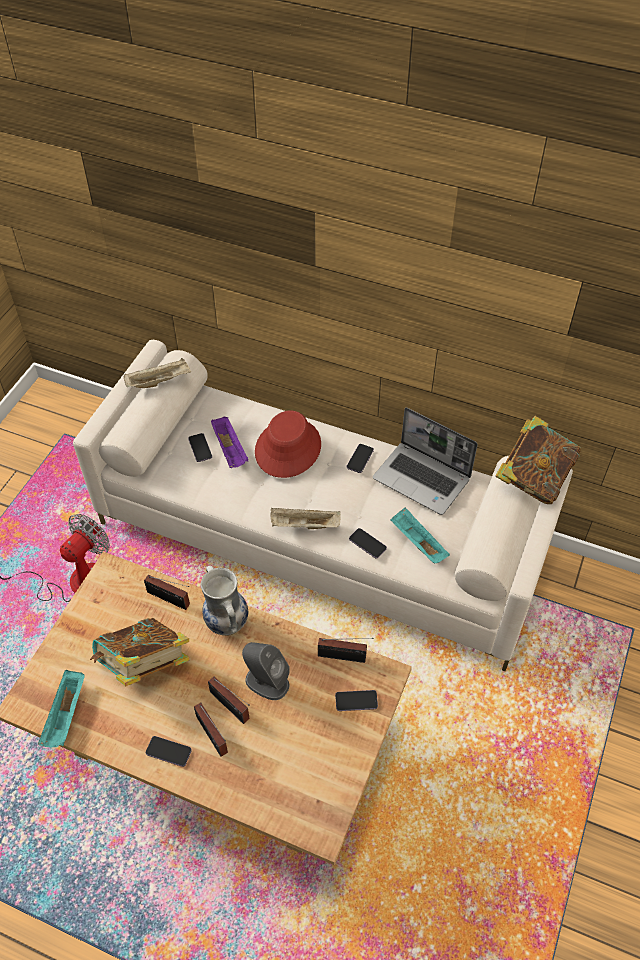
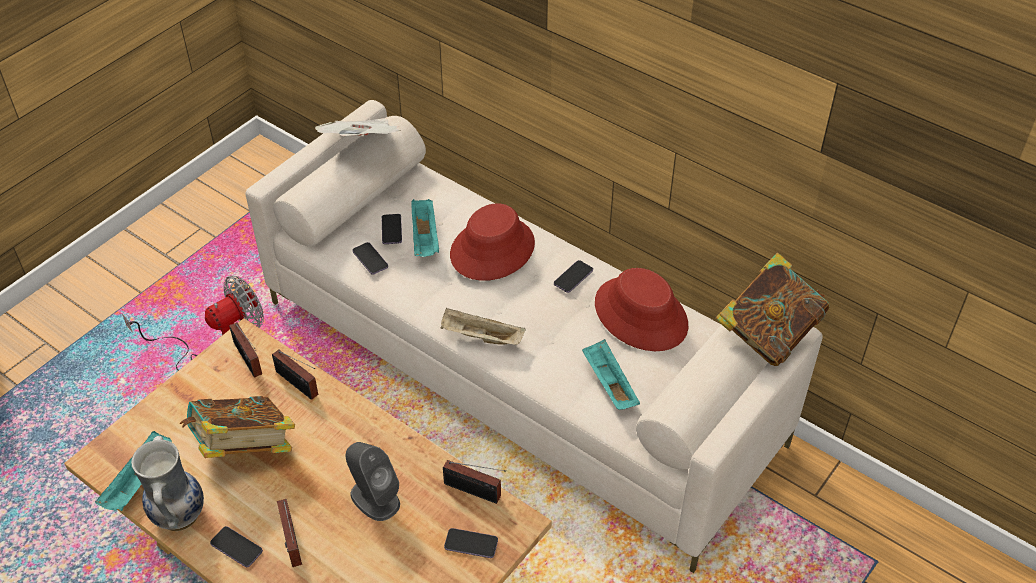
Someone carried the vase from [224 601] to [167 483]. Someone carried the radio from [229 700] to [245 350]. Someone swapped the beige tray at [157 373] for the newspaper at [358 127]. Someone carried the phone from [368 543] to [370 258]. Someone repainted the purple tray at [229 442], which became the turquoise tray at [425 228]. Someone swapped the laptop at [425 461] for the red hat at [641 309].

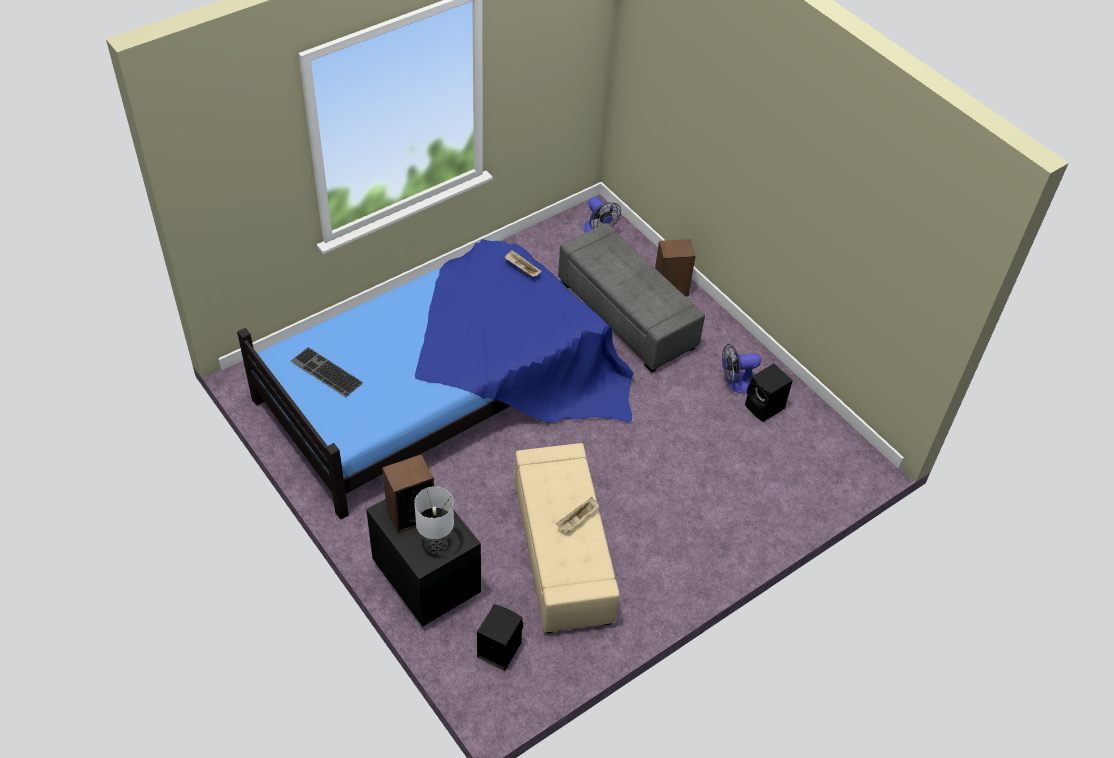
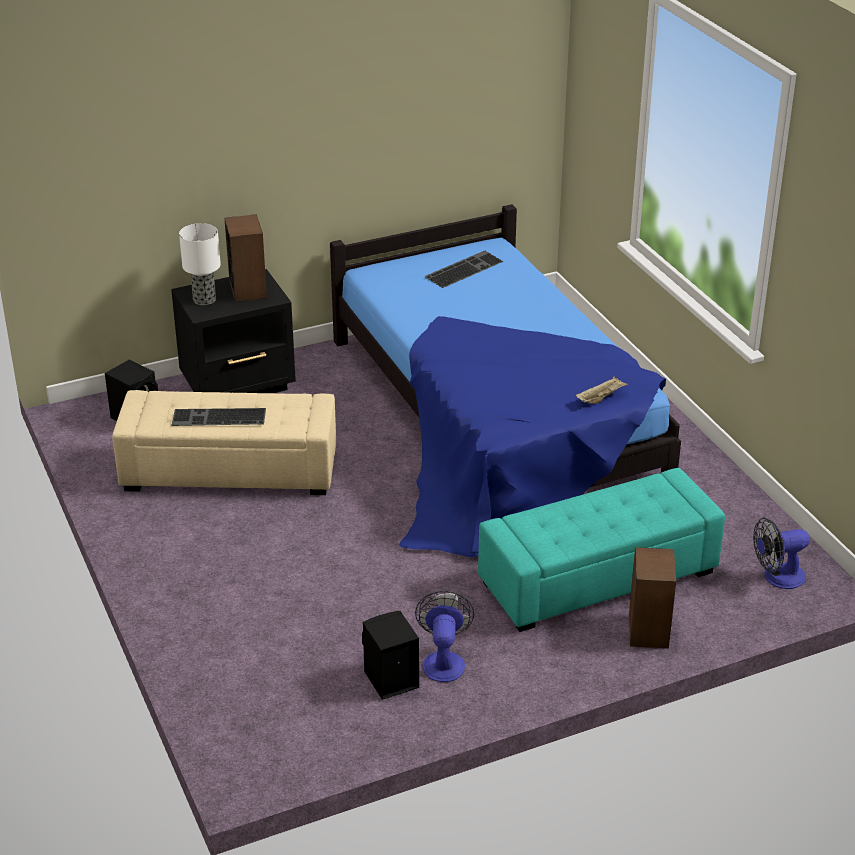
Someone swapped the beige tray at [577 514] for the keyboard at [218 417]. Someone repainted the grey ottoman at [631 298], which became the turquoise ottoman at [601 550].

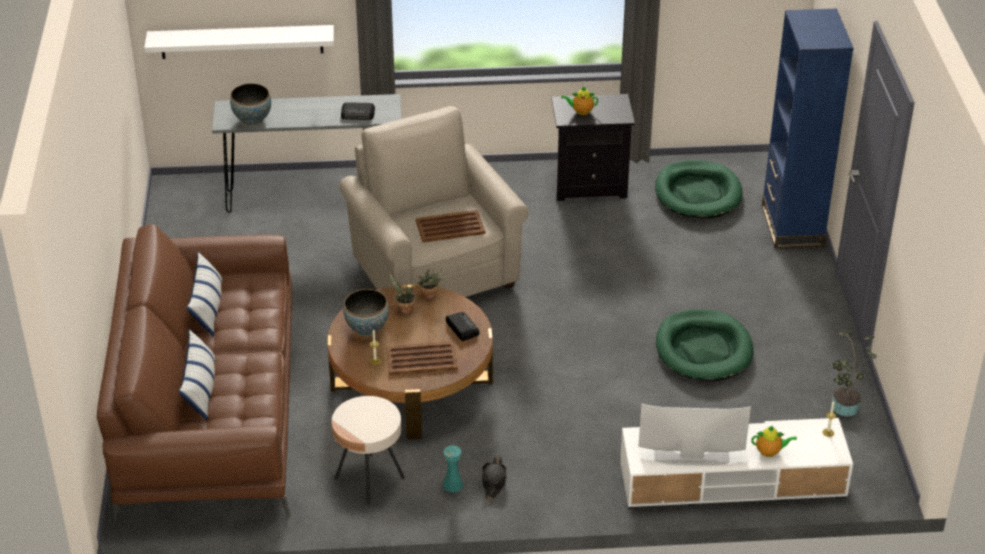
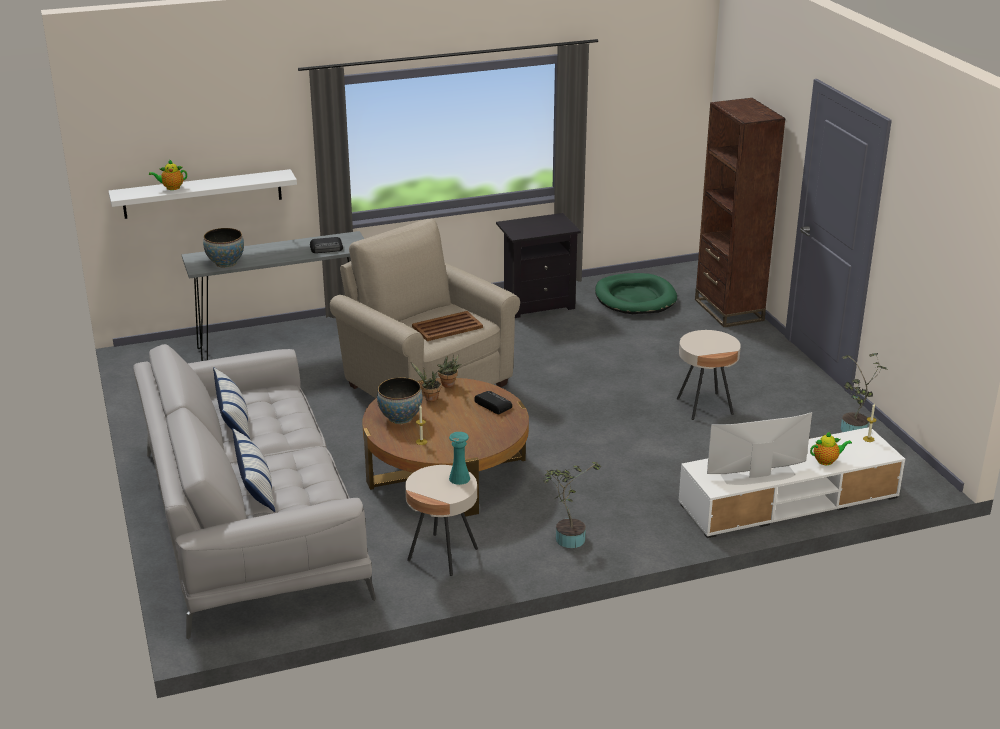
Someone repainted the brown sofa at [195 374], which became the grey sofa at [254 492]. Someone carried the teapot from [579 100] to [168 174]. Someone carried the turquoise vase from [453 468] to [459 458]. Someone swapped the black hat at [494 479] for the potted plant at [572 505]. Someone swapped the green dog bed at [704 345] for the beige side table at [709 375]. Someone repainted the blue bookcase at [808 128], which became the brown bookcase at [740 212]. Someone took away the brown tray at [422 358].

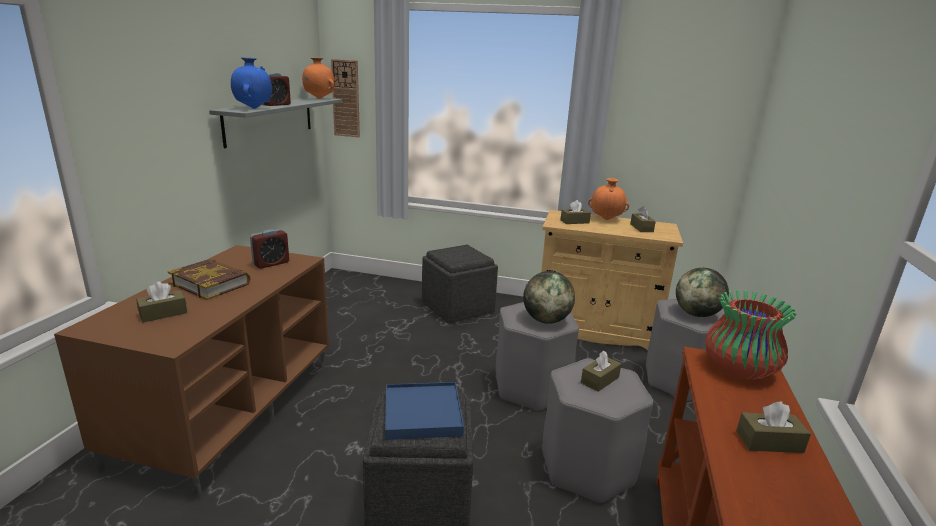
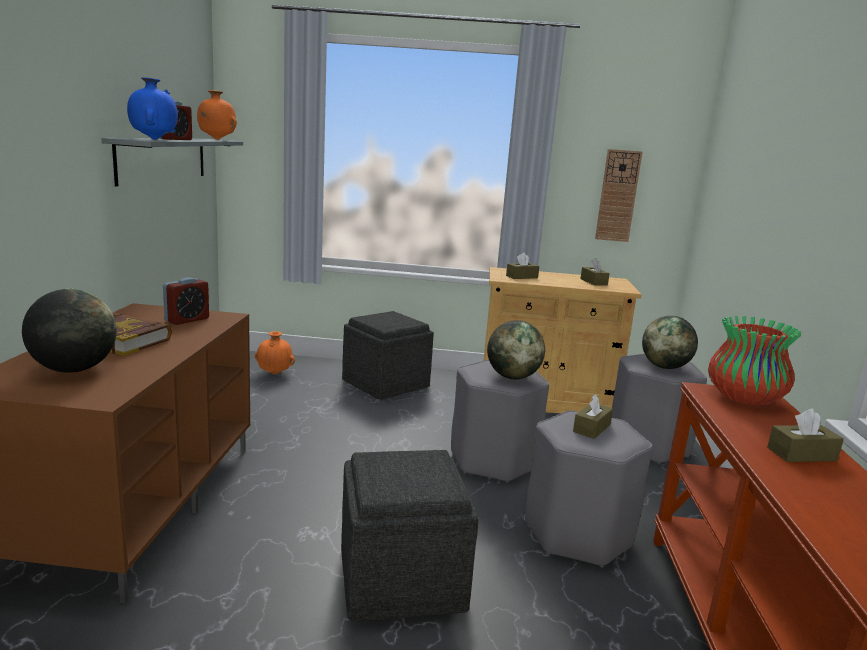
Someone swapped the brown tissue box at [161 302] for the globe at [69 331]. Someone carried the orange vase from [608 199] to [275 352]. Someone carried the wall clock from [345 98] to [619 195]. Someone took away the blue tray at [424 411].

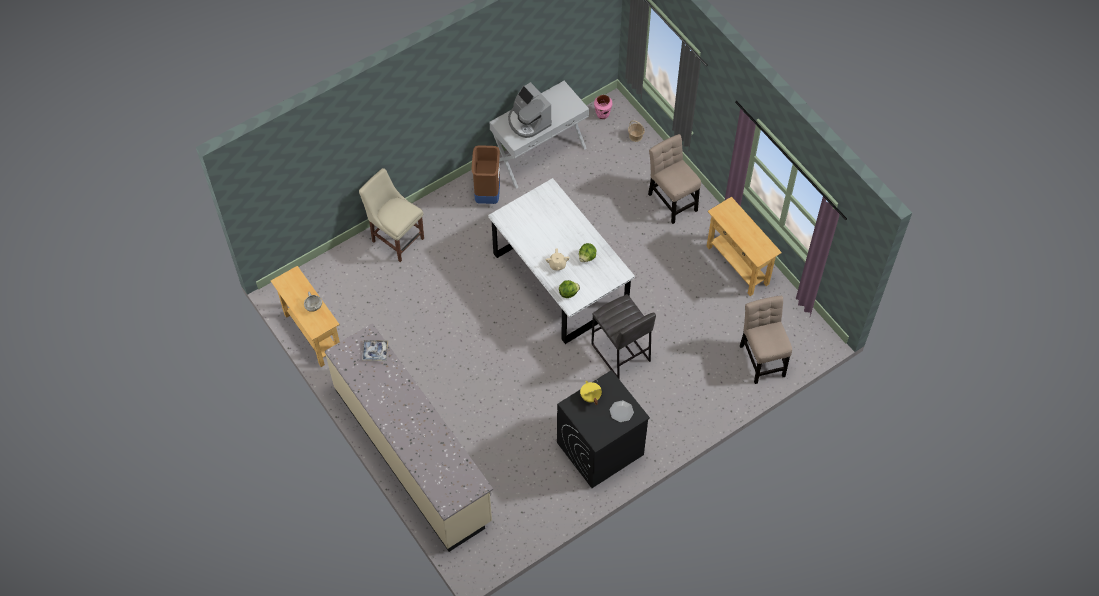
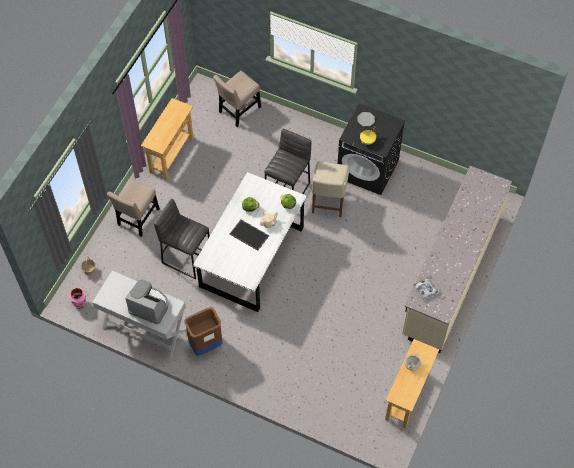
Someone rotated the coffee machine at [530 110] by 90 degrees counterclockwise. Someone put down the grey stool at [182 239]. Someone put down the tray at [249 235]. Someone carried the beige chair from [391 215] to [330 189].

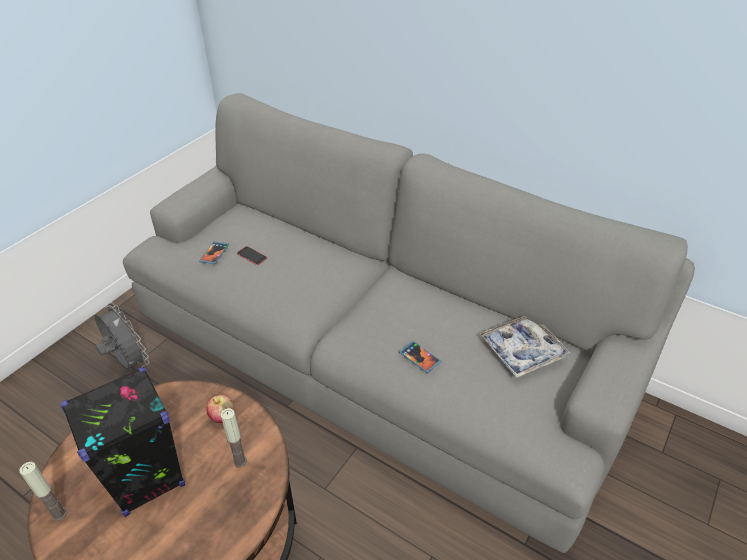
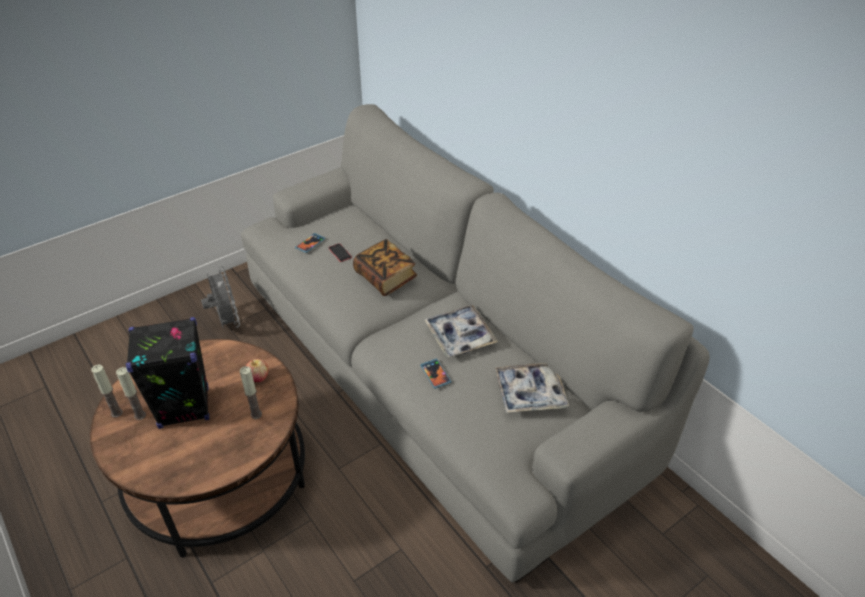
Someone put down the candle at [131 393]. Someone put down the book at [385 267]. Someone put down the tray at [461 331].

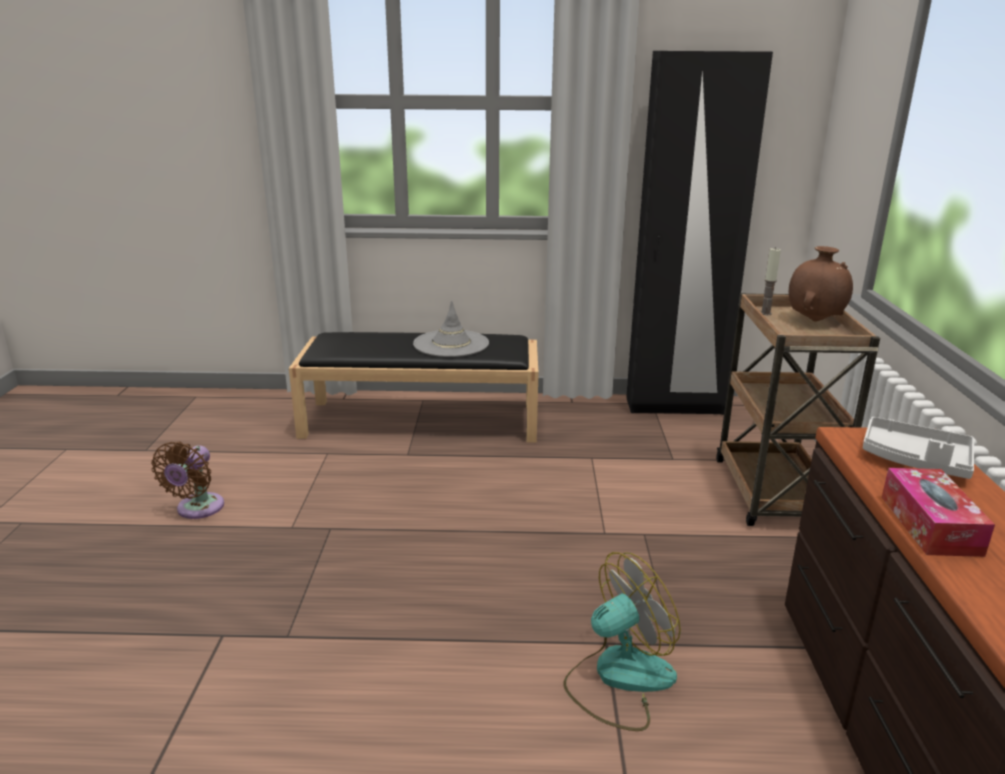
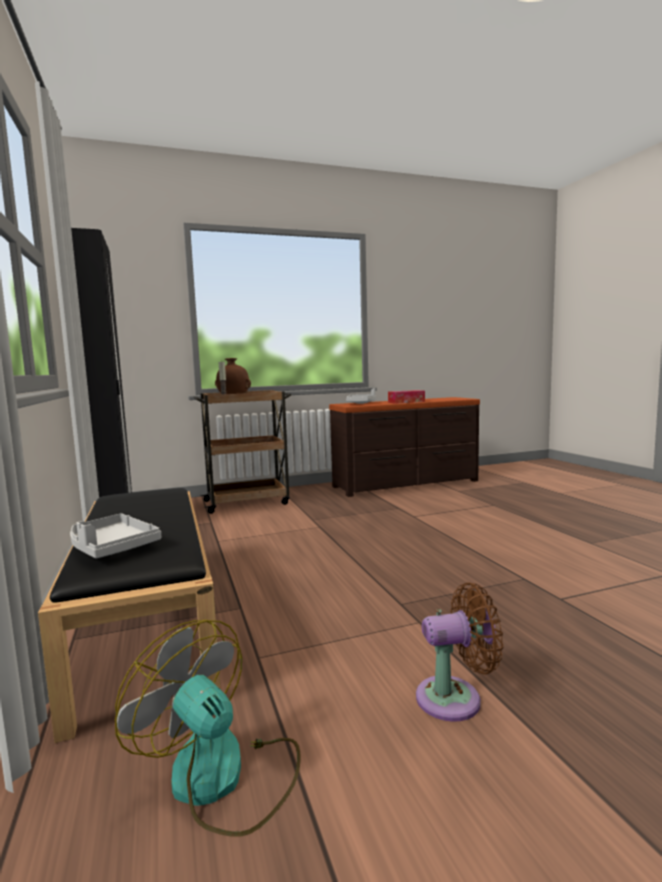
Someone put down the grey tray at [115 536]. Someone carried the fan from [622 641] to [208 728]. Someone took away the grey hat at [451 328].

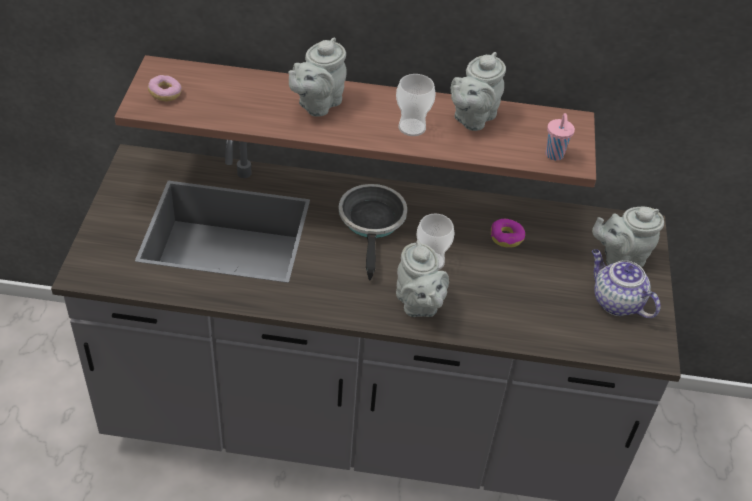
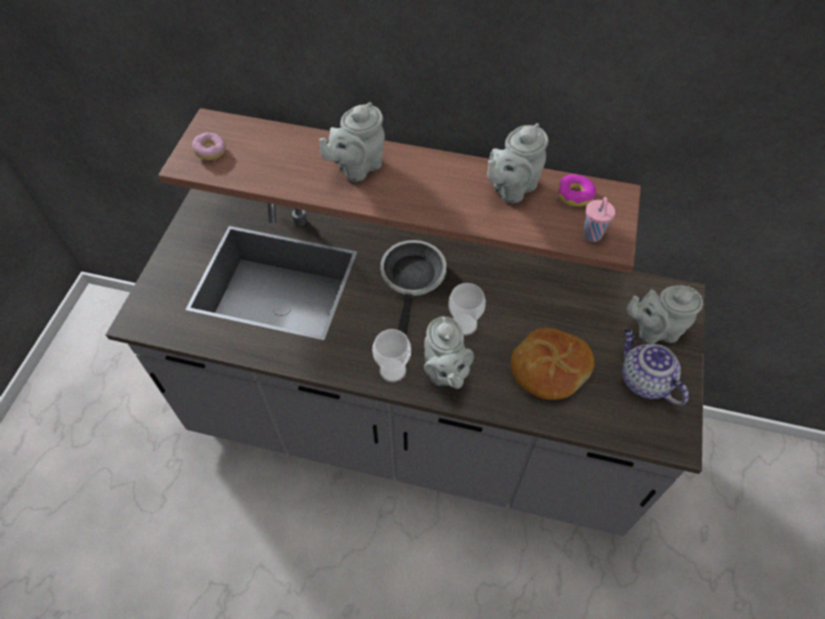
Someone carried the cup from [416 105] to [391 355]. Someone put down the bread at [552 364]. Someone carried the donut from [508 233] to [577 190].

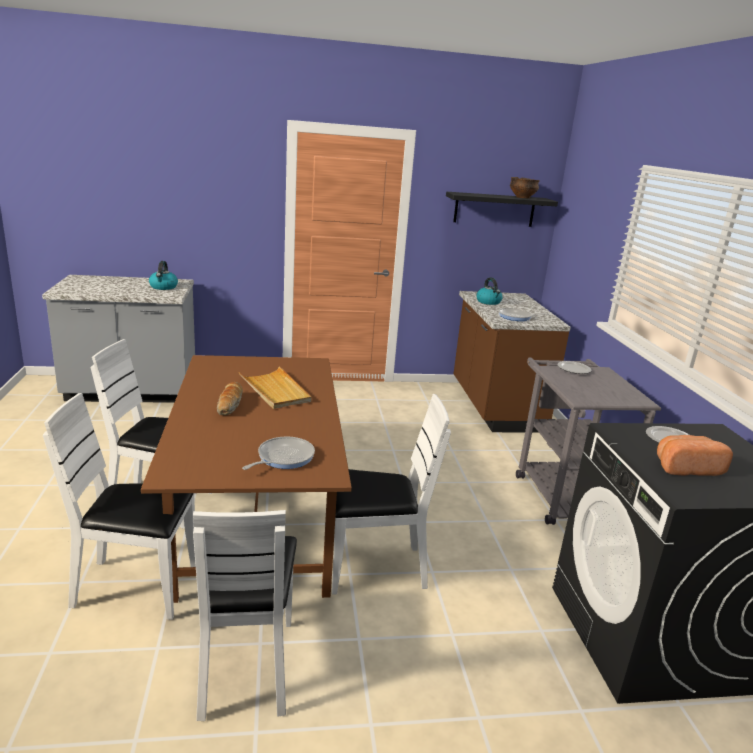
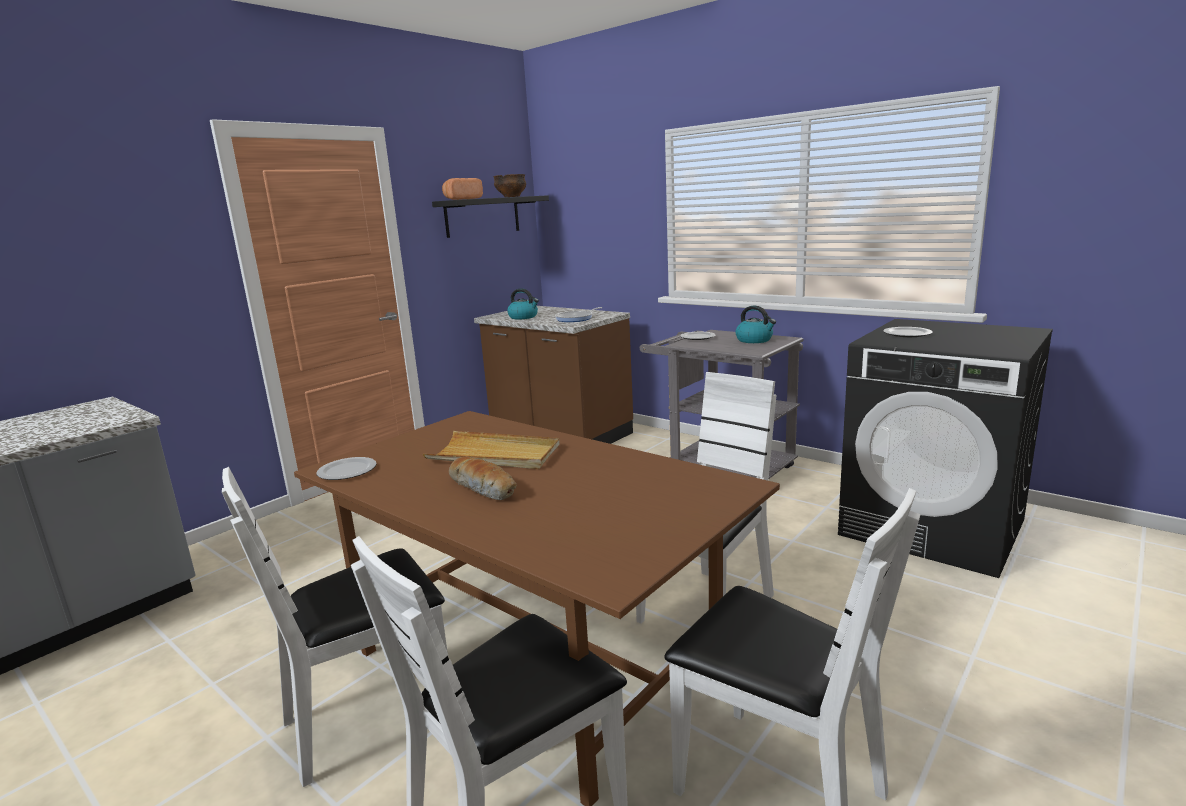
Someone put down the plate at [346 468]. Someone carried the bread from [695 455] to [462 189]. Someone carried the kettle from [163 275] to [755 324]. Someone took away the frying pan at [278 453].

